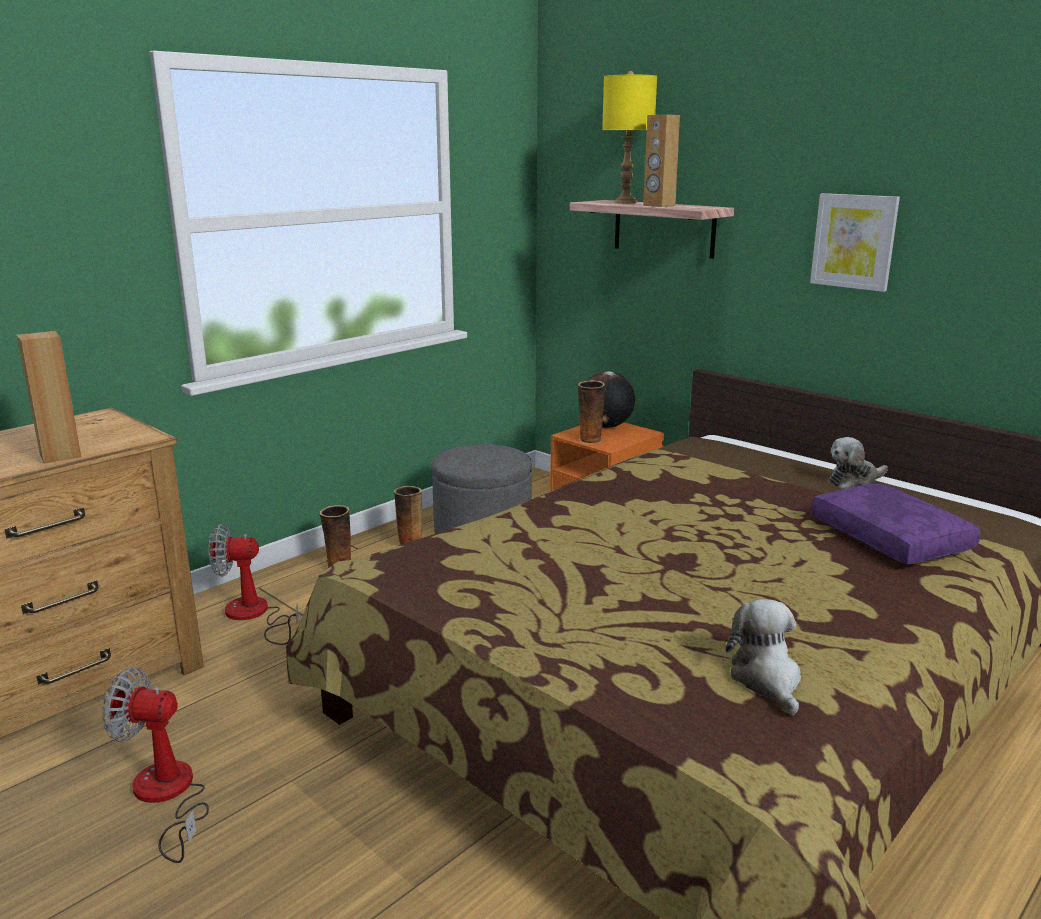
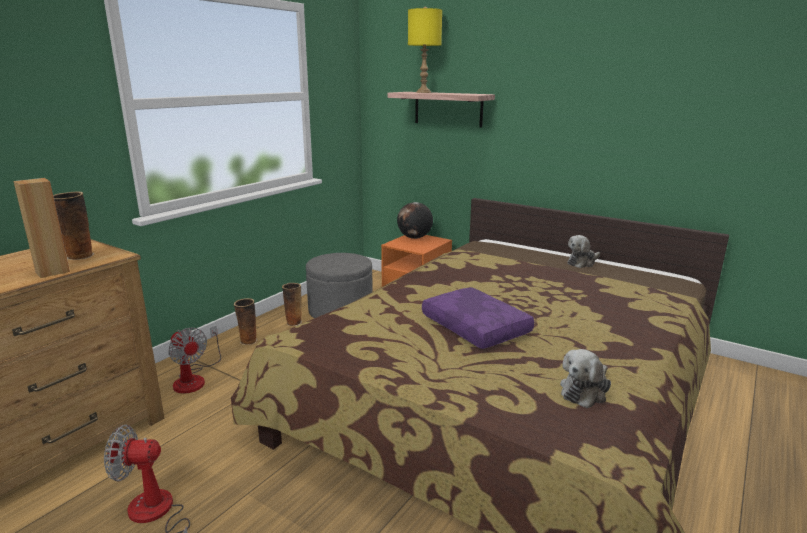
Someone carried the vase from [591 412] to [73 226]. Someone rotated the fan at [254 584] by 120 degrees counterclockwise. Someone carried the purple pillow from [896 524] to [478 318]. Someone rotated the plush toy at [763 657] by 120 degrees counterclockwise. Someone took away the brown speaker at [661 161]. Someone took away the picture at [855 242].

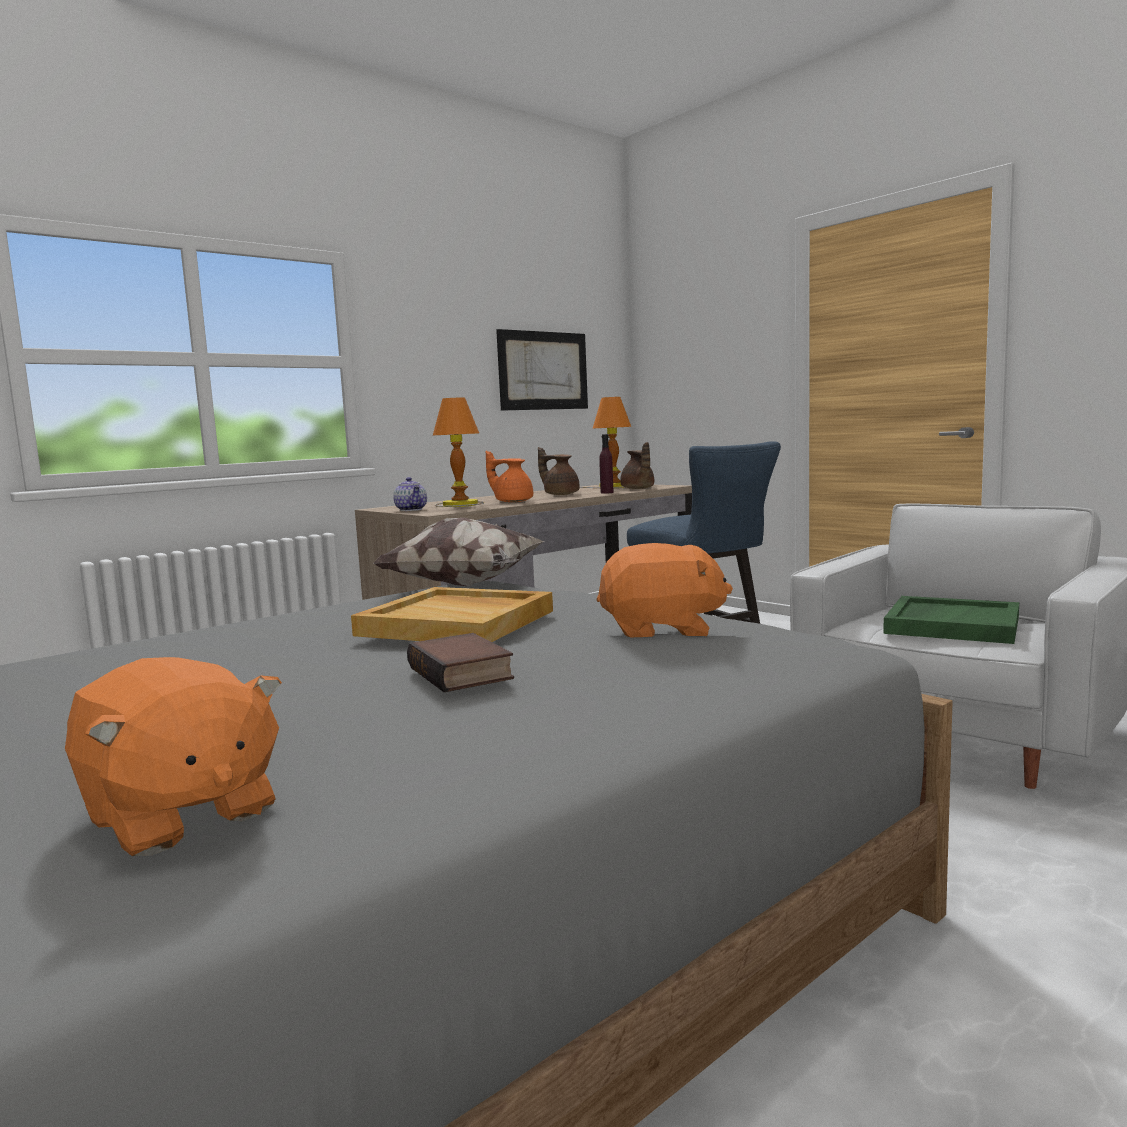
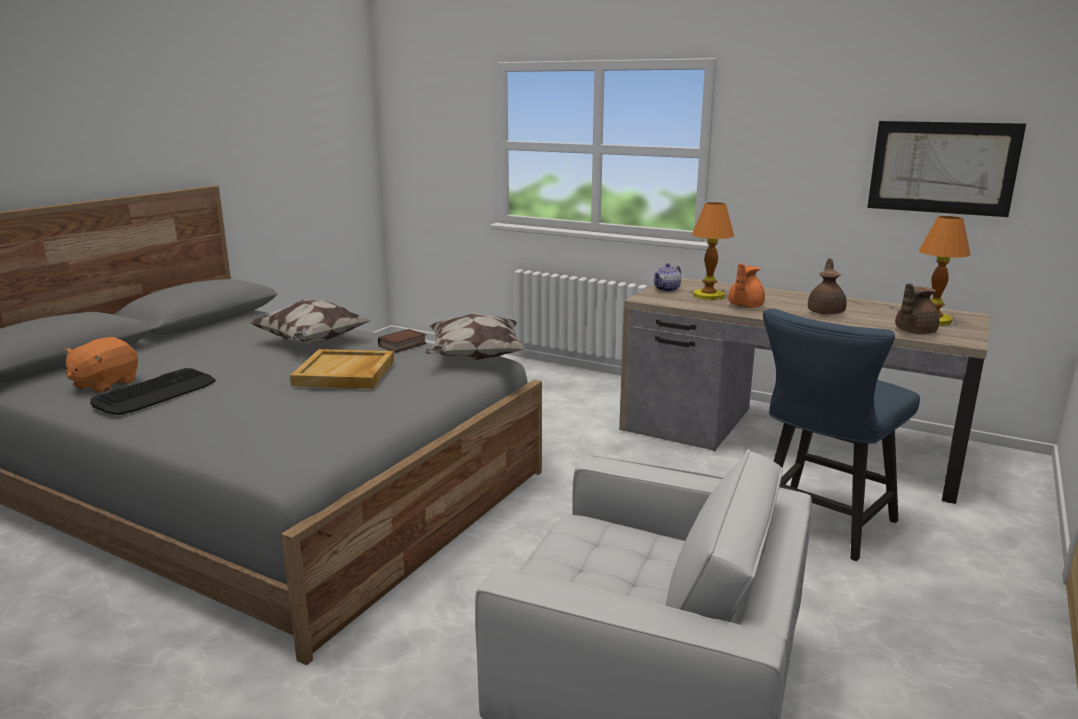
Someone put down the keyboard at [153 391]. Someone put down the pillow at [311 321]. Someone carried the book from [460 662] to [402 340]. Someone rotated the orange teapot at [509 476] by 150 degrees counterclockwise. Someone took away the orange plush toy at [665 590]. Someone took away the purple bottle at [606 464]. Someone took away the green tray at [951 620].

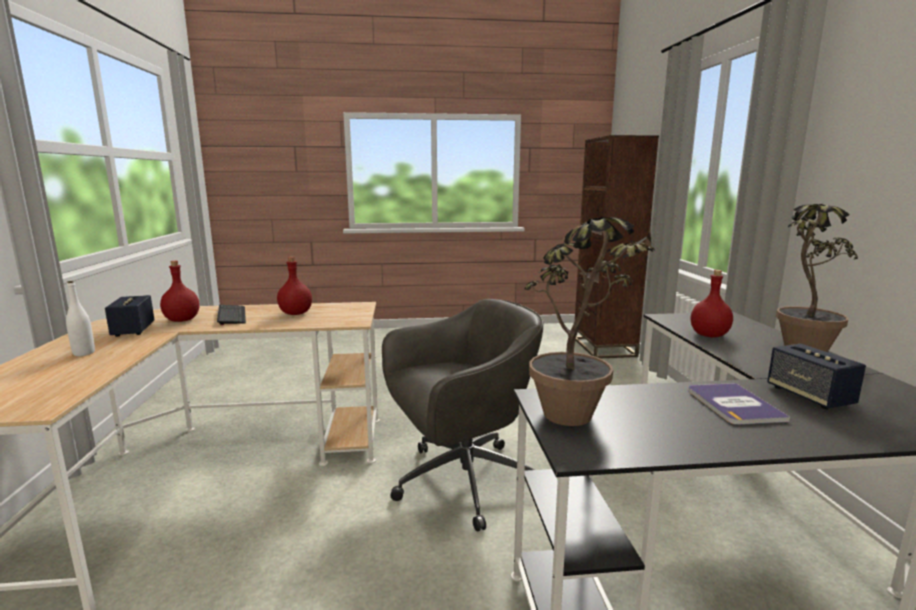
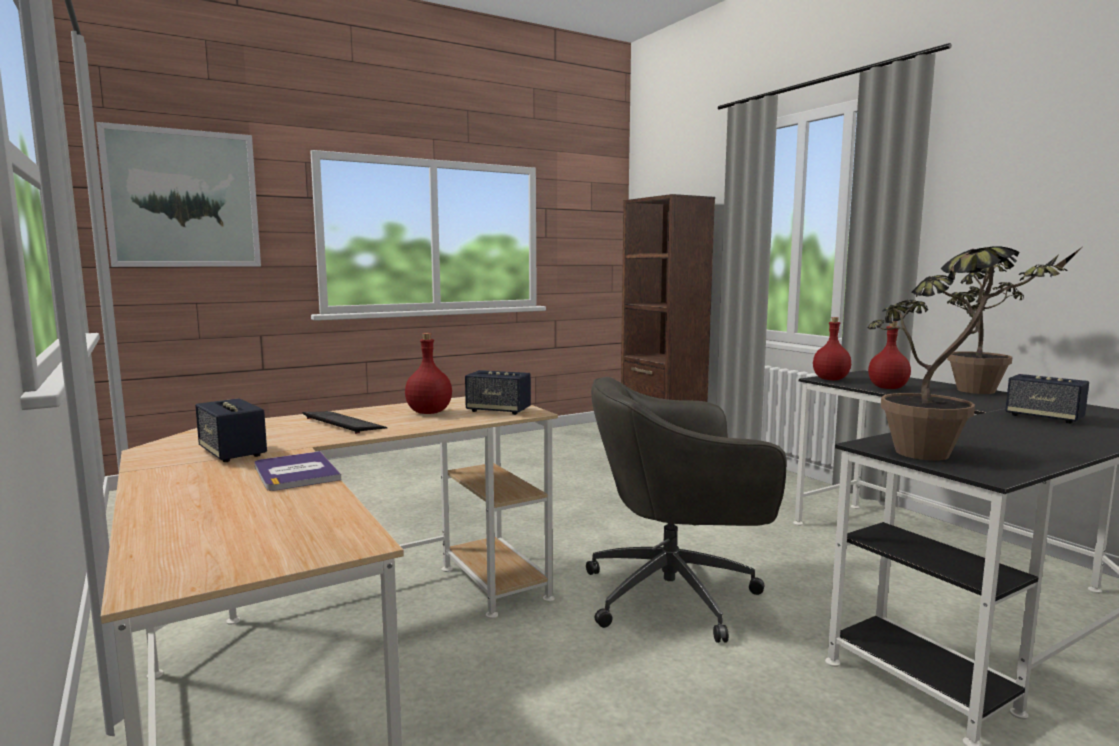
Someone put up the picture at [178 194]. Someone carried the book from [739 404] to [297 471]. Someone put down the speaker at [498 392]. Someone rotated the grey office chair at [462 415] by 135 degrees counterclockwise. Someone carried the red bottle from [179 291] to [832 348]. Someone took away the white bottle at [80 318].

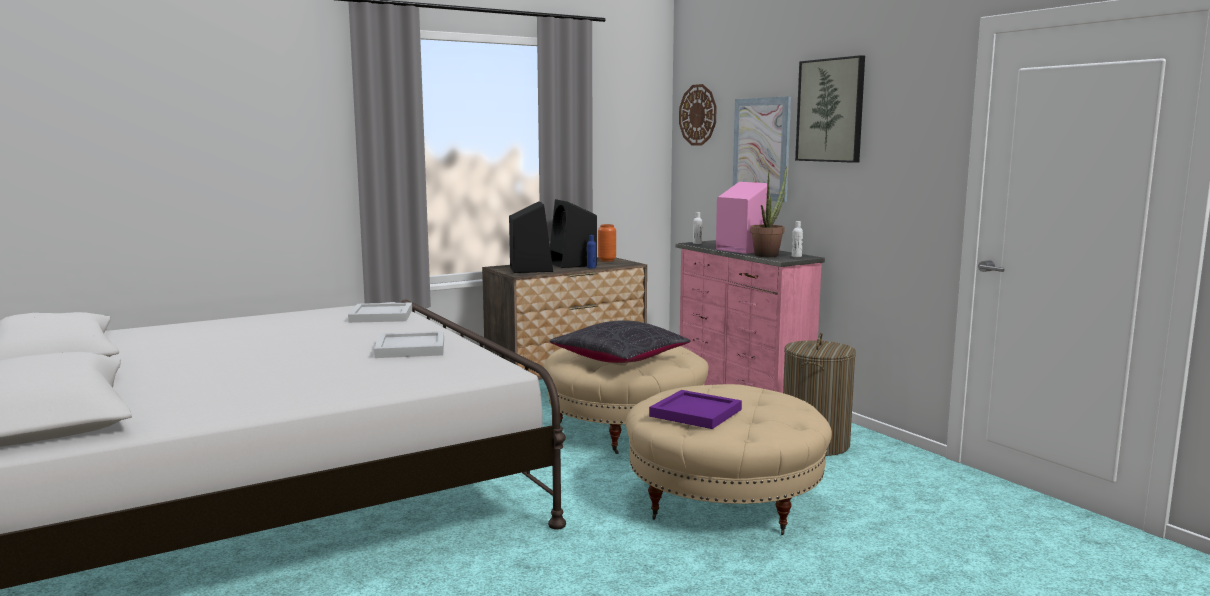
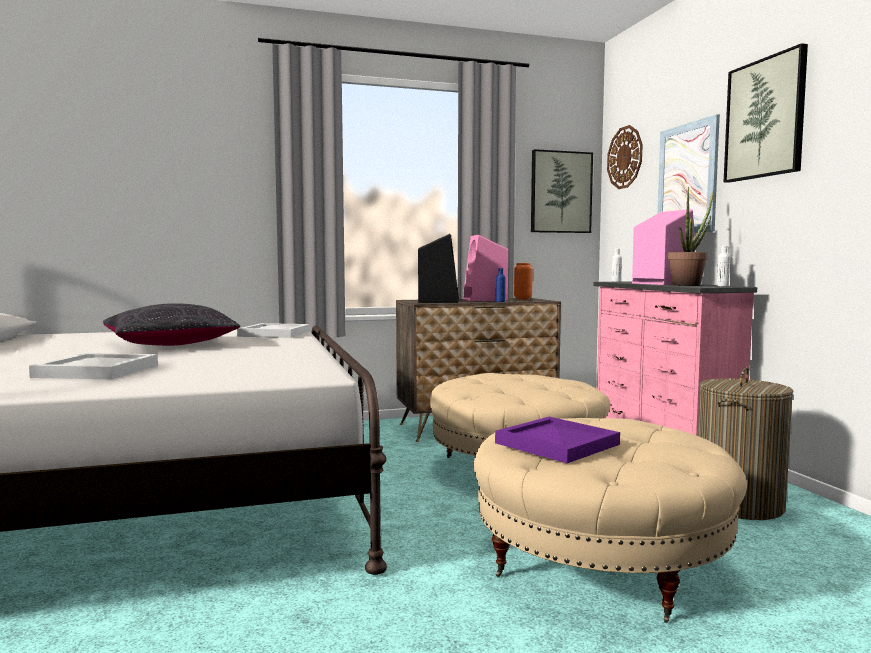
Someone carried the white tray from [409 344] to [93 366]. Someone carried the black pillow from [620 341] to [171 324]. Someone repainted the black speaker at [573 233], which became the pink speaker at [485 268]. Someone put up the picture at [562 191].

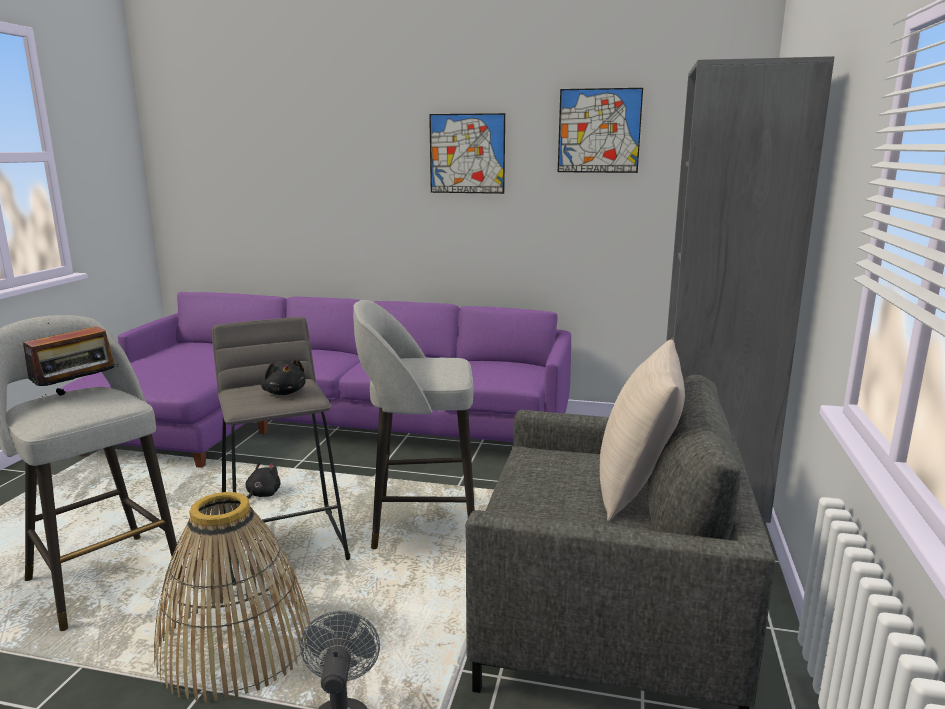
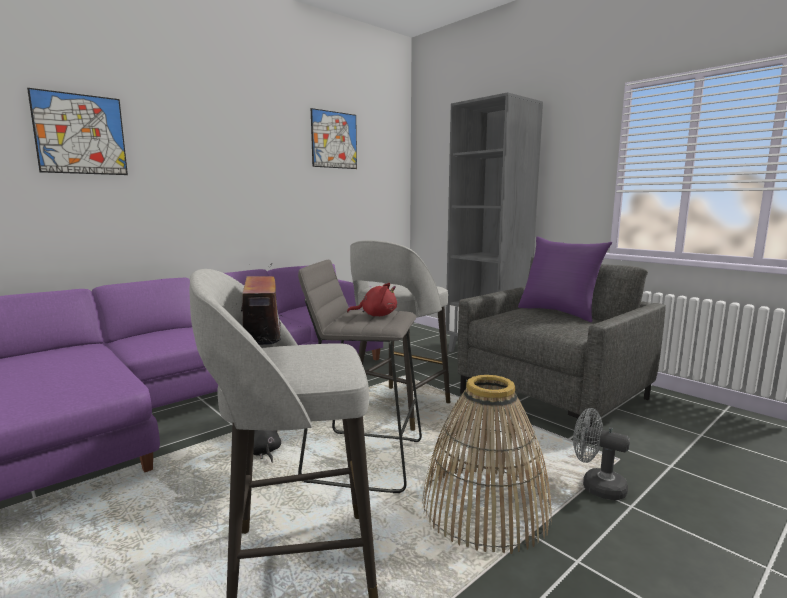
Someone carried the picture from [467 153] to [77 131]. Someone repainted the black plush toy at [283 377], which became the red plush toy at [372 299]. Someone repainted the beige pillow at [642 430], which became the purple pillow at [565 279].

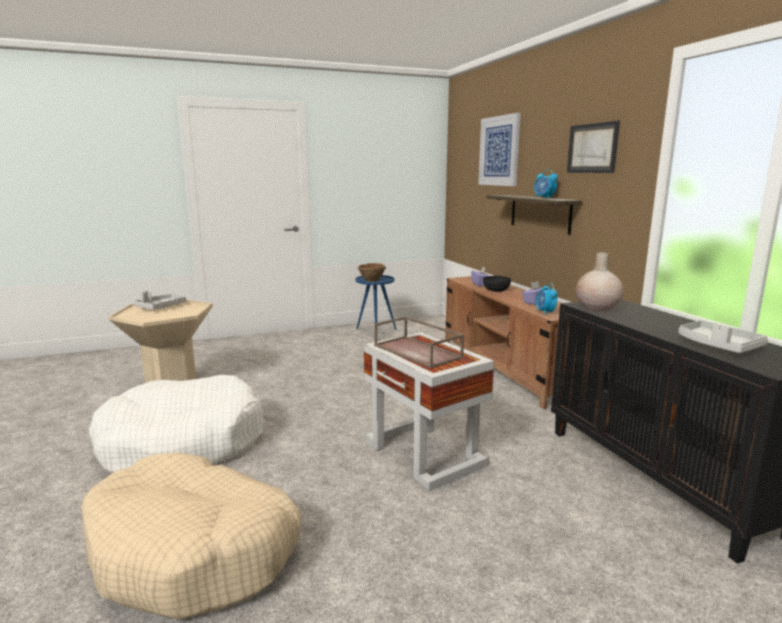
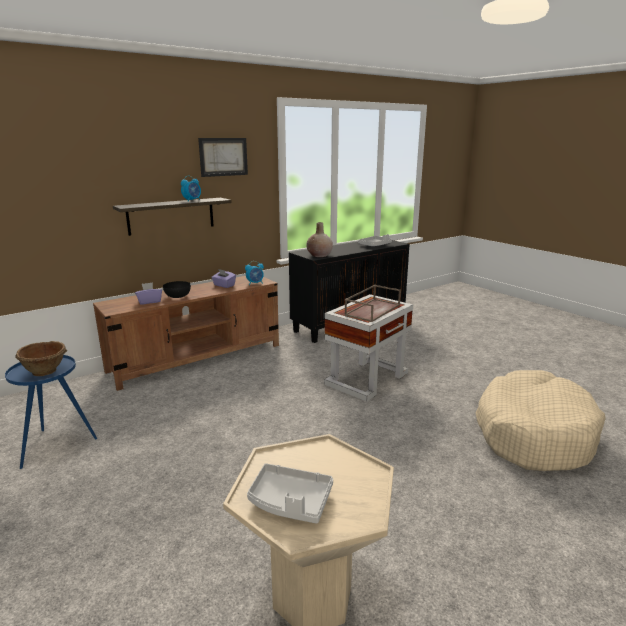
Someone took away the white dog bed at [176 424]. Someone took away the picture at [499 149].

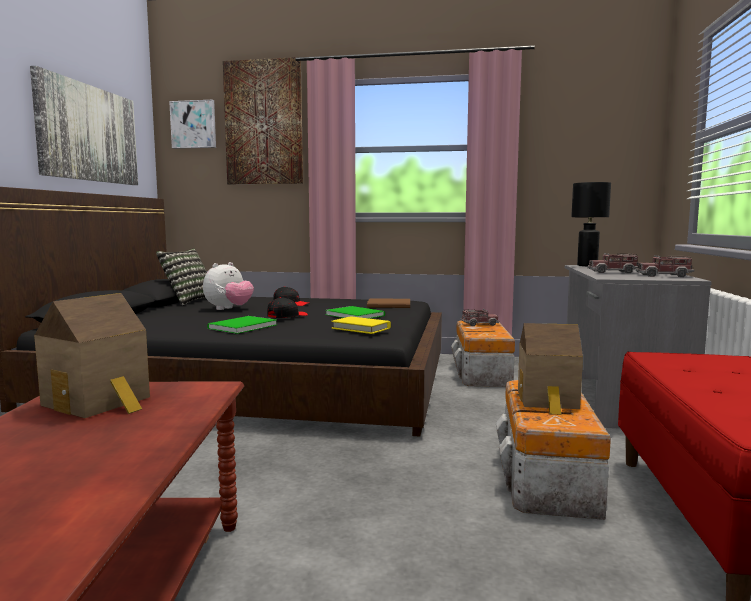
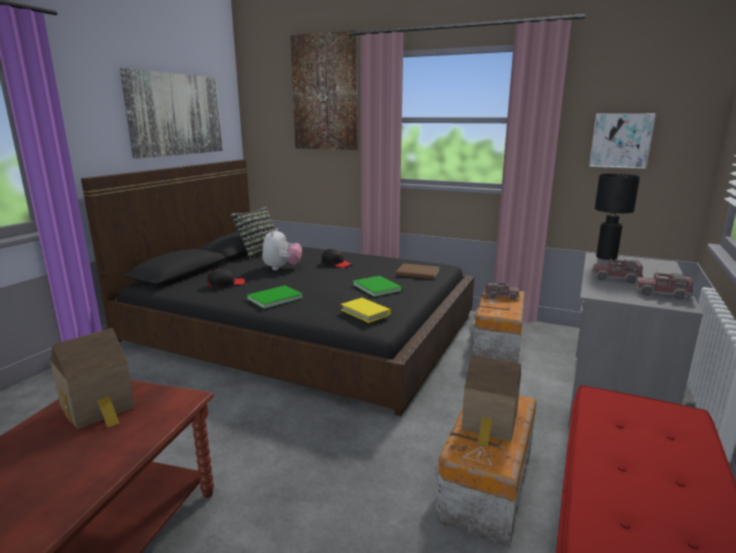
Someone carried the black cap from [287 307] to [226 278]. Someone rotated the plush toy at [228 286] by 45 degrees counterclockwise. Someone carried the picture from [192 124] to [622 141].

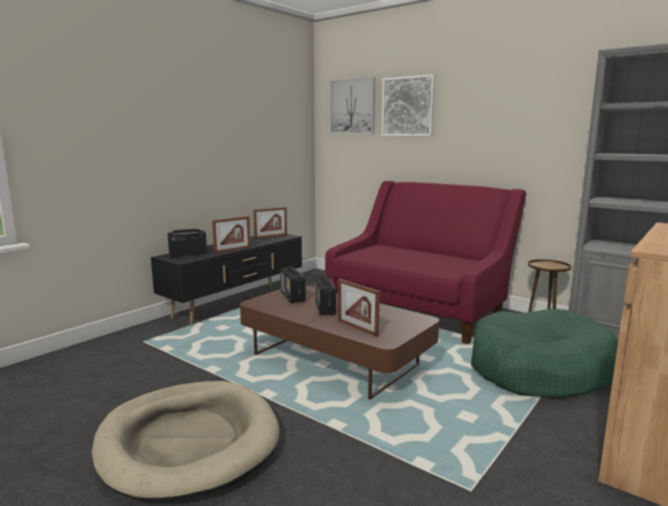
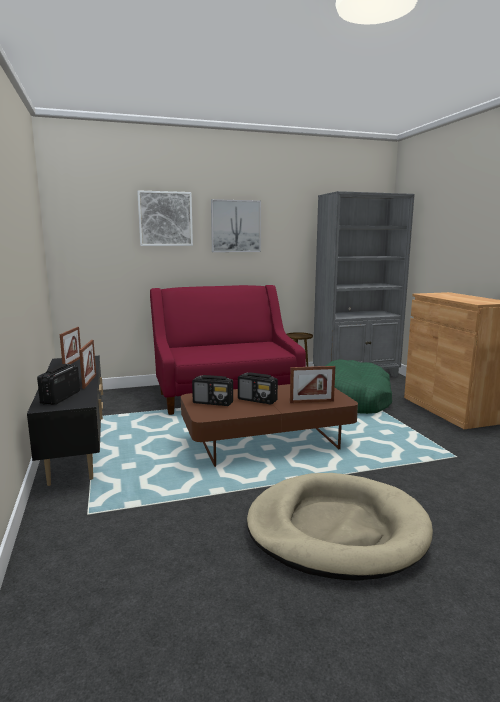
Someone carried the picture from [353 105] to [236 225].

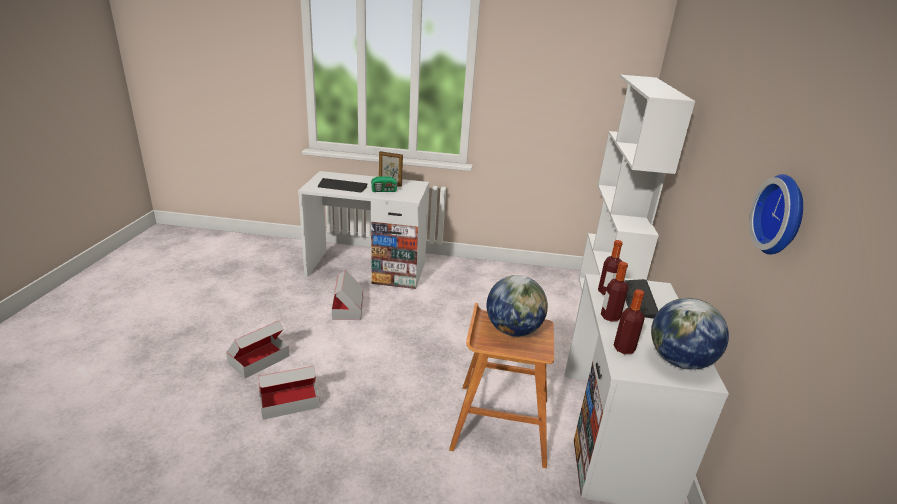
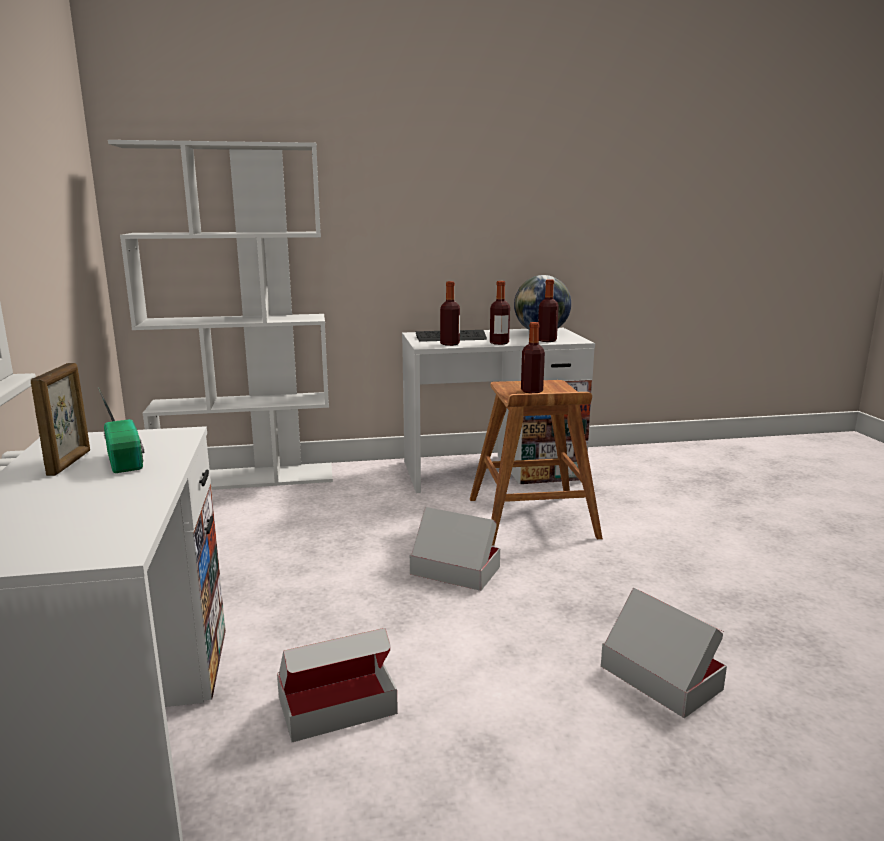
Someone carried the cardboard box from [258 349] to [455 549]. Someone swapped the globe at [517 306] for the bottle at [533 357]. Someone took away the keyboard at [343 185]. Someone took away the wall clock at [776 214].

